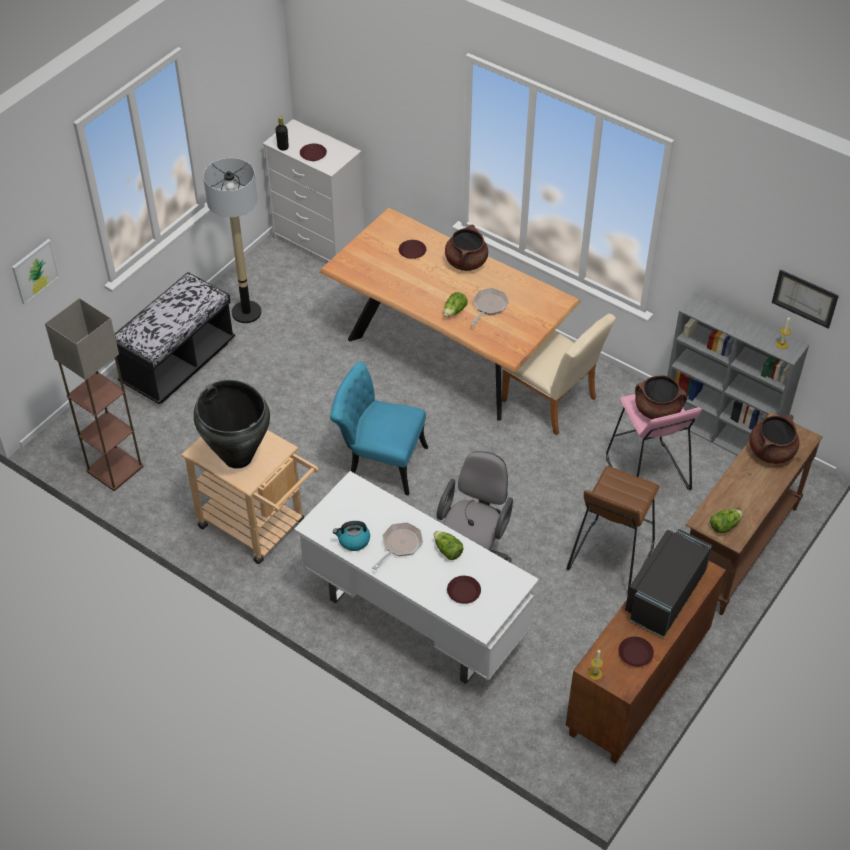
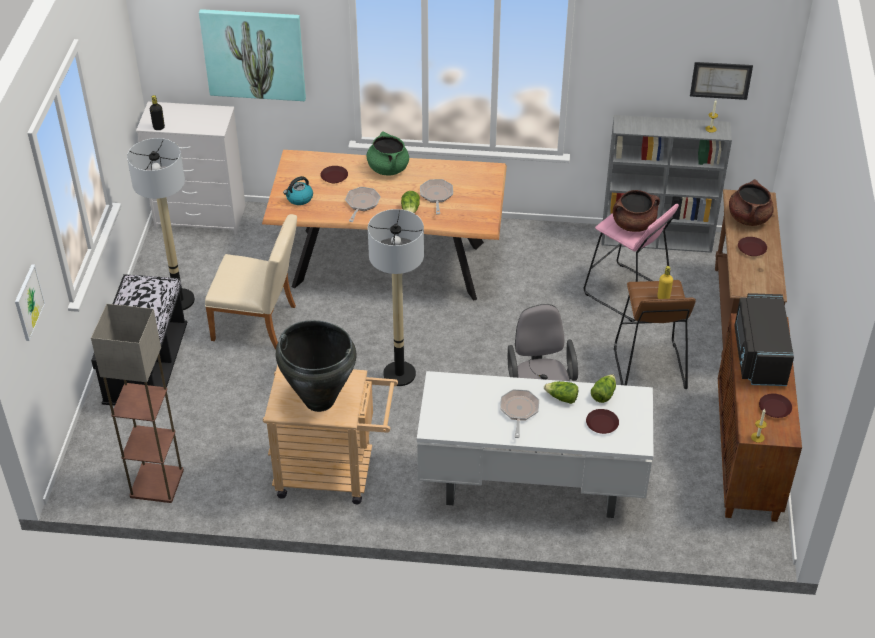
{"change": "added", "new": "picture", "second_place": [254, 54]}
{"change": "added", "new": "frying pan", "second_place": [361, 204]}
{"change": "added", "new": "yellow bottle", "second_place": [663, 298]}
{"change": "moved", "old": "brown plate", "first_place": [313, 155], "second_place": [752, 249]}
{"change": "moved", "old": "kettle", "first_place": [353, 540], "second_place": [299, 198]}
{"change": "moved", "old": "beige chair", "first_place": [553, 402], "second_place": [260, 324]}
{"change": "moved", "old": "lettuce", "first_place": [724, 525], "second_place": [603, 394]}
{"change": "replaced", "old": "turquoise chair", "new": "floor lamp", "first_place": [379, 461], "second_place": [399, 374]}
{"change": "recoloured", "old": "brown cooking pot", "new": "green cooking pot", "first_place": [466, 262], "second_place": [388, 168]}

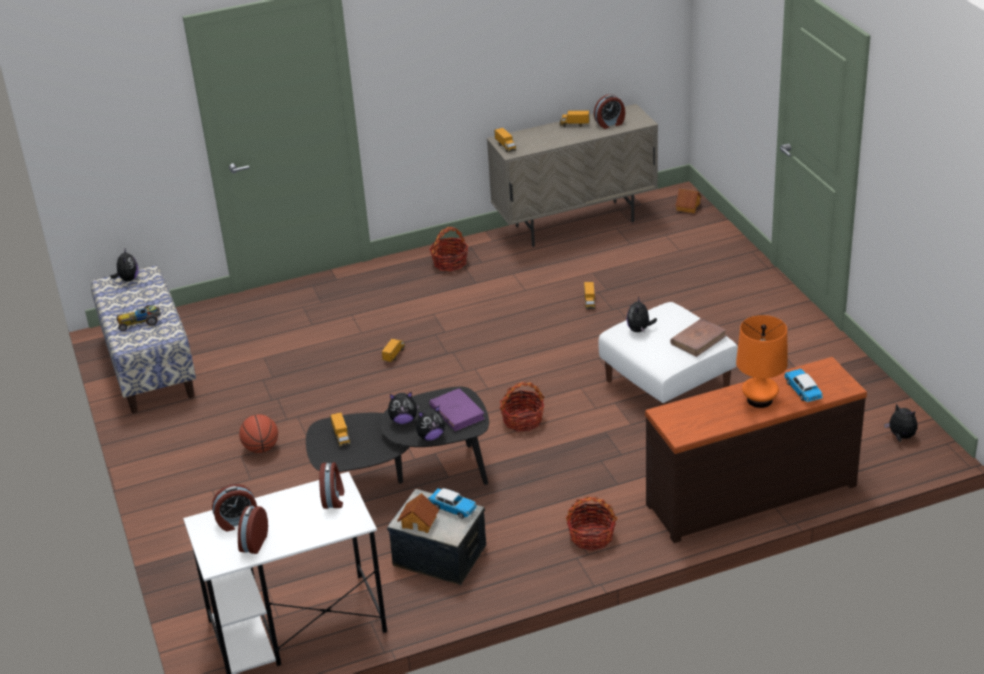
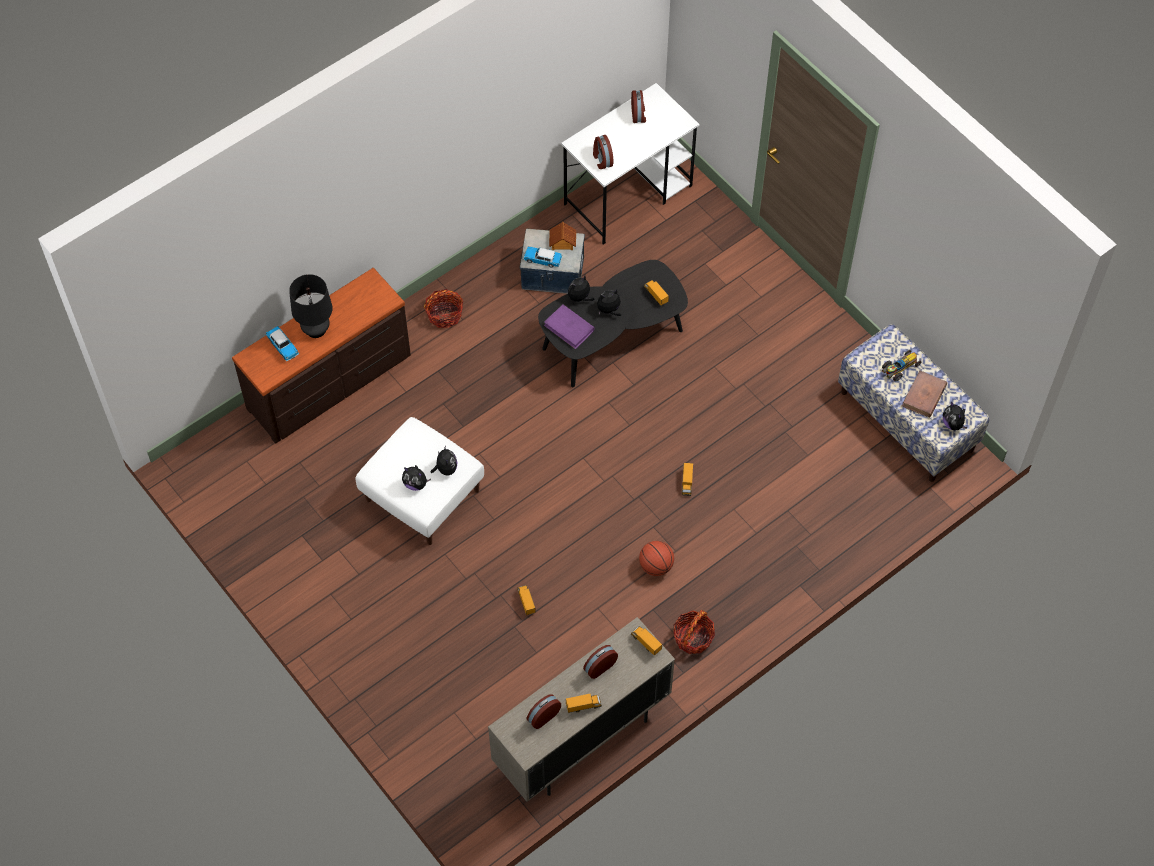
{"change": "removed", "old": "basket", "first_place": [522, 420]}
{"change": "removed", "old": "toy house", "first_place": [687, 207]}
{"change": "moved", "old": "alarm clock", "first_place": [237, 522], "second_place": [599, 666]}
{"change": "moved", "old": "basketball", "first_place": [261, 448], "second_place": [656, 566]}
{"change": "moved", "old": "brown book", "first_place": [698, 340], "second_place": [924, 396]}
{"change": "moved", "old": "plush toy", "first_place": [901, 437], "second_place": [416, 484]}
{"change": "recoloured", "old": "orange table lamp", "new": "black table lamp", "first_place": [759, 400], "second_place": [315, 329]}

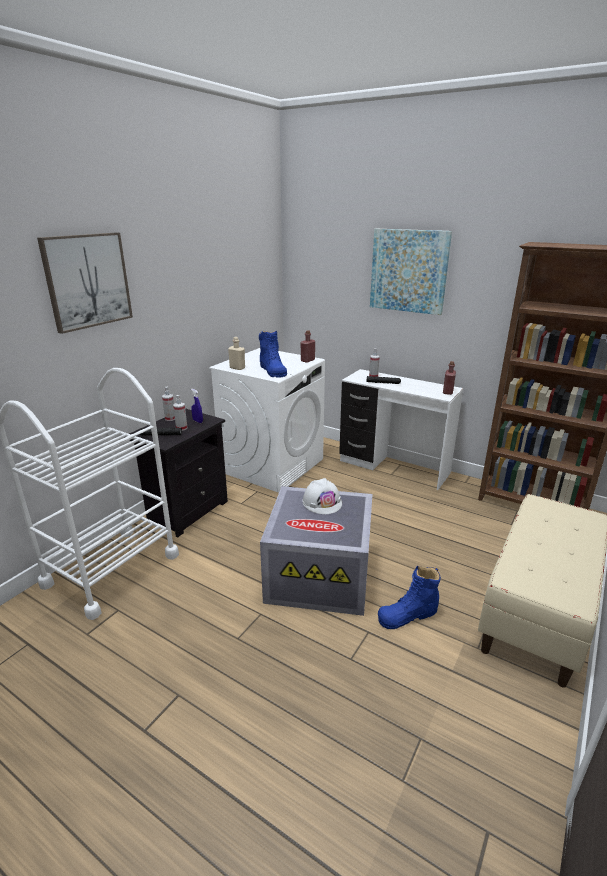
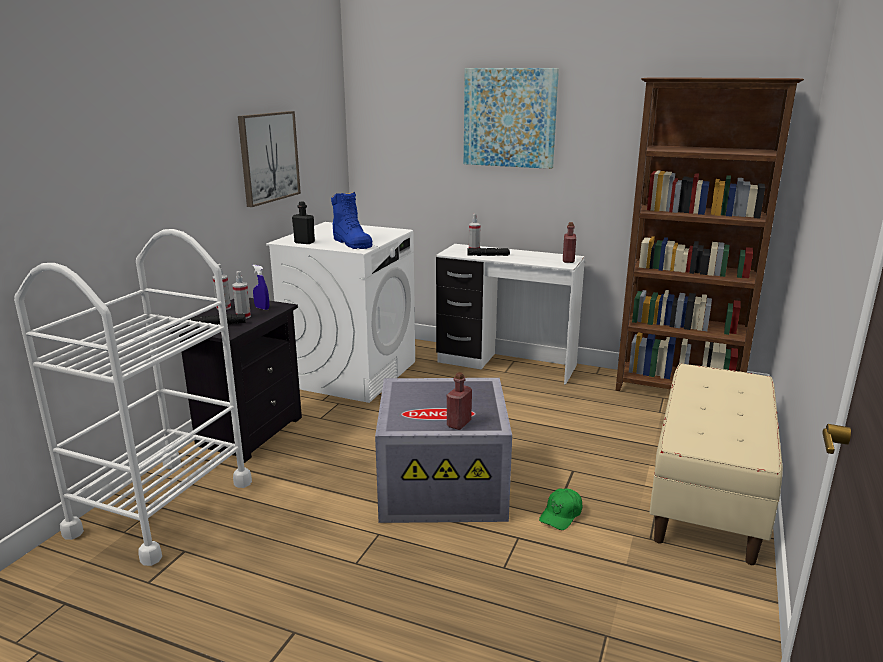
{"change": "removed", "old": "white hard hat", "first_place": [322, 502]}
{"change": "moved", "old": "picture", "first_place": [87, 281], "second_place": [268, 157]}
{"change": "moved", "old": "red bottle", "first_place": [307, 360], "second_place": [459, 423]}
{"change": "replaced", "old": "blue boot", "new": "green cap", "first_place": [408, 615], "second_place": [561, 515]}
{"change": "recoloured", "old": "beige bottle", "new": "black bottle", "first_place": [237, 368], "second_place": [304, 242]}

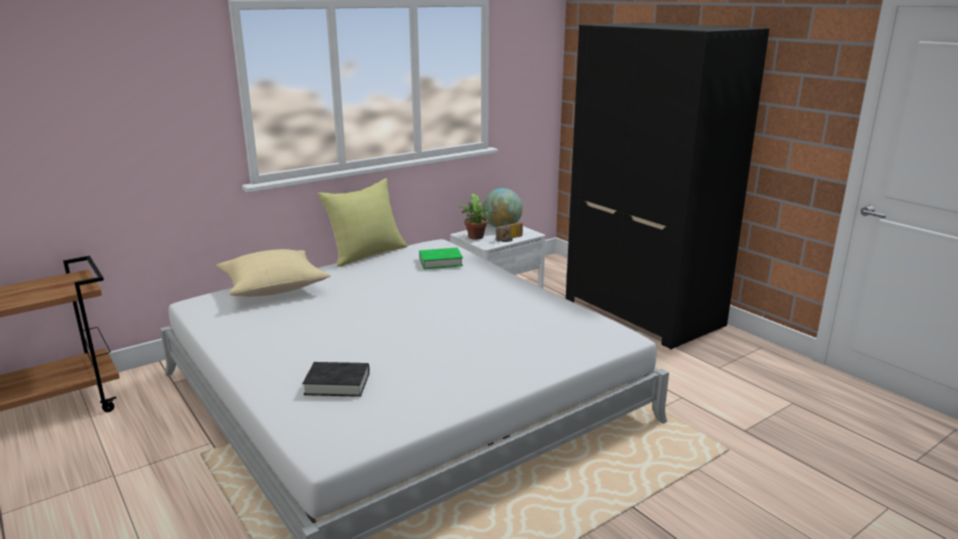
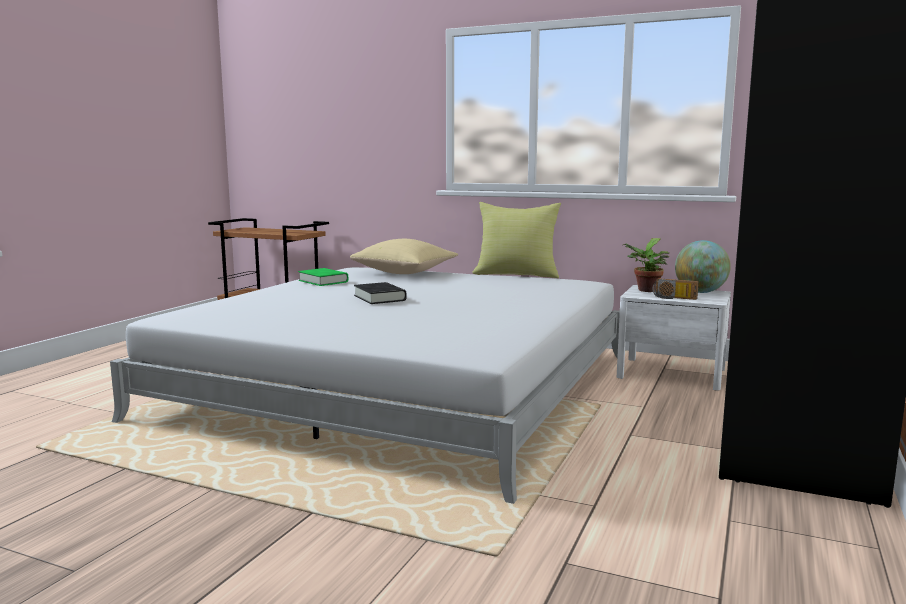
{"change": "moved", "old": "black book", "first_place": [337, 384], "second_place": [379, 298]}
{"change": "moved", "old": "green book", "first_place": [440, 262], "second_place": [323, 281]}

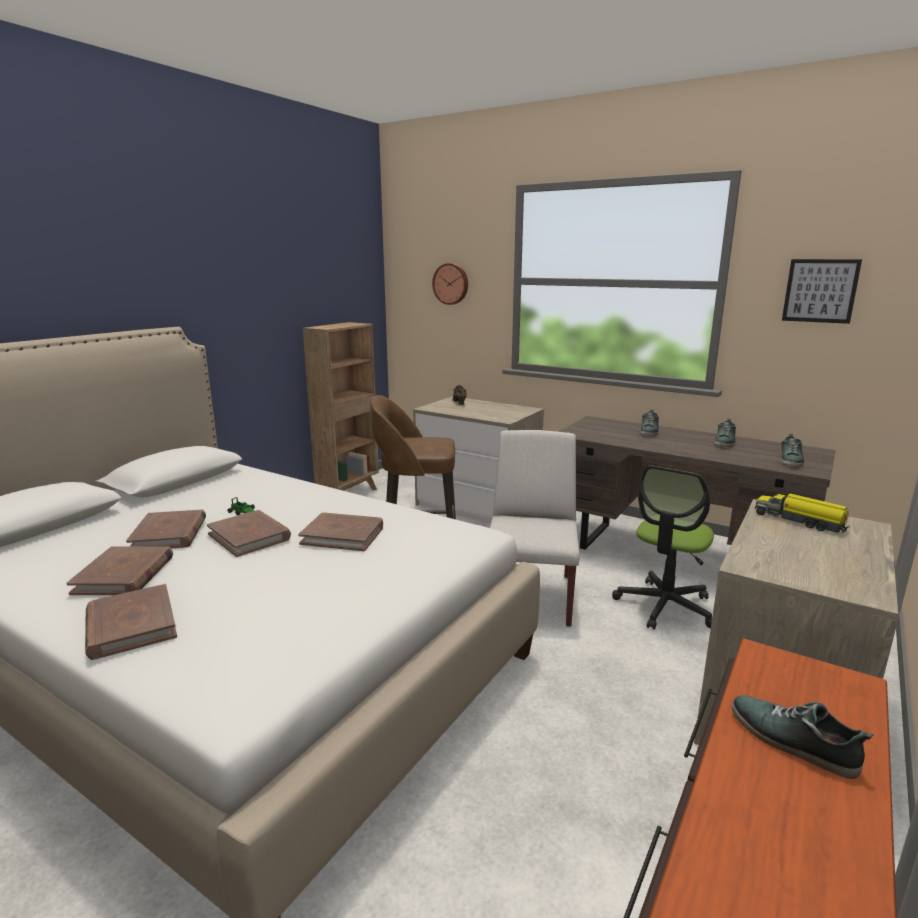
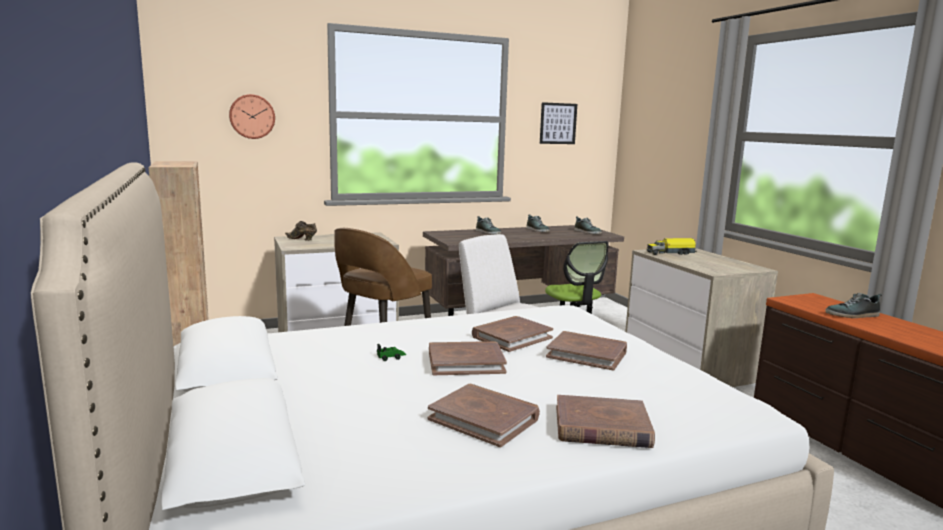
{"change": "moved", "old": "brown book", "first_place": [169, 534], "second_place": [587, 354]}

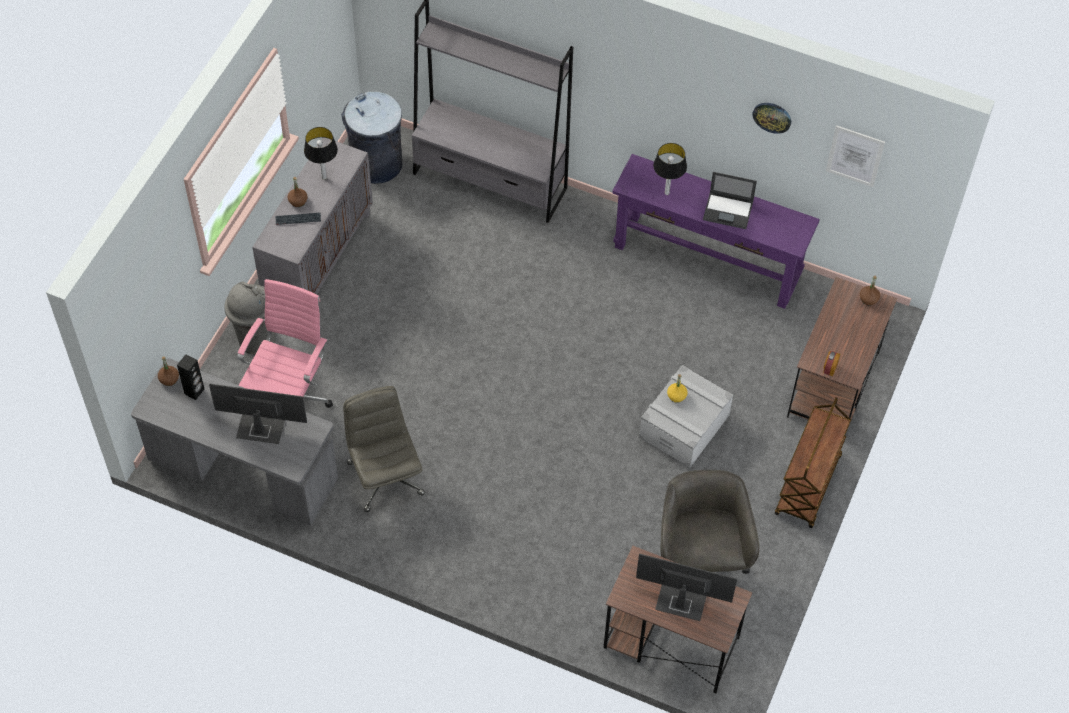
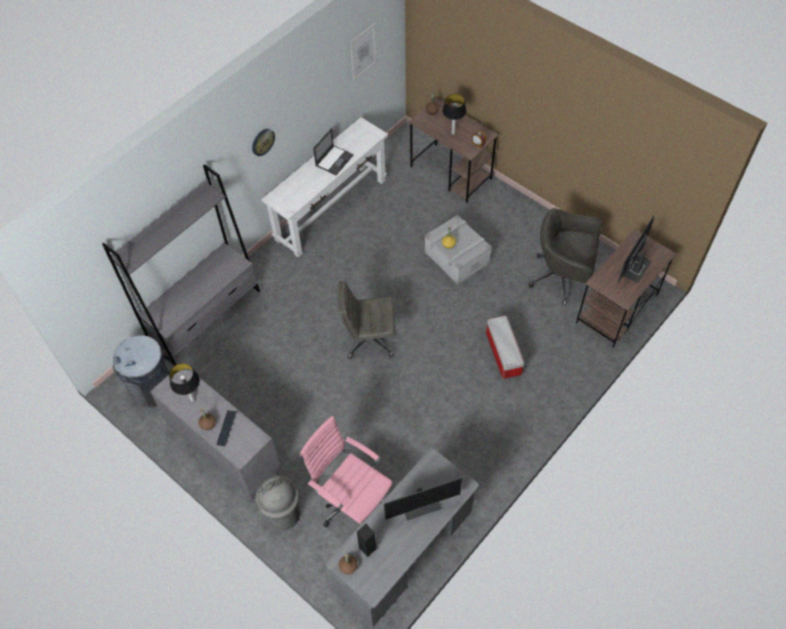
{"change": "removed", "old": "brown cart", "first_place": [808, 486]}
{"change": "added", "new": "storage box", "second_place": [502, 353]}
{"change": "moved", "old": "grey office chair", "first_place": [385, 477], "second_place": [369, 339]}
{"change": "moved", "old": "table lamp", "first_place": [667, 193], "second_place": [453, 133]}
{"change": "moved", "old": "wall clock", "first_place": [772, 117], "second_place": [262, 141]}
{"change": "recoloured", "old": "purple console table", "new": "white console table", "first_place": [707, 260], "second_place": [331, 209]}
{"change": "turned", "old": "monitor", "first_place": [259, 429], "second_place": [421, 503], "degrees": -135}

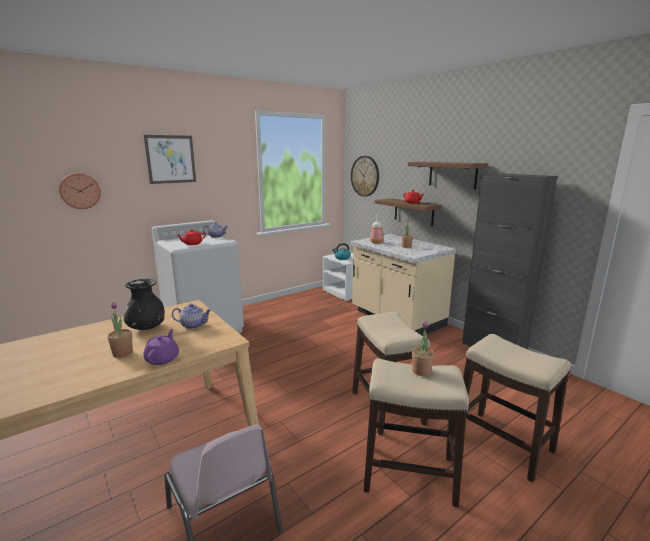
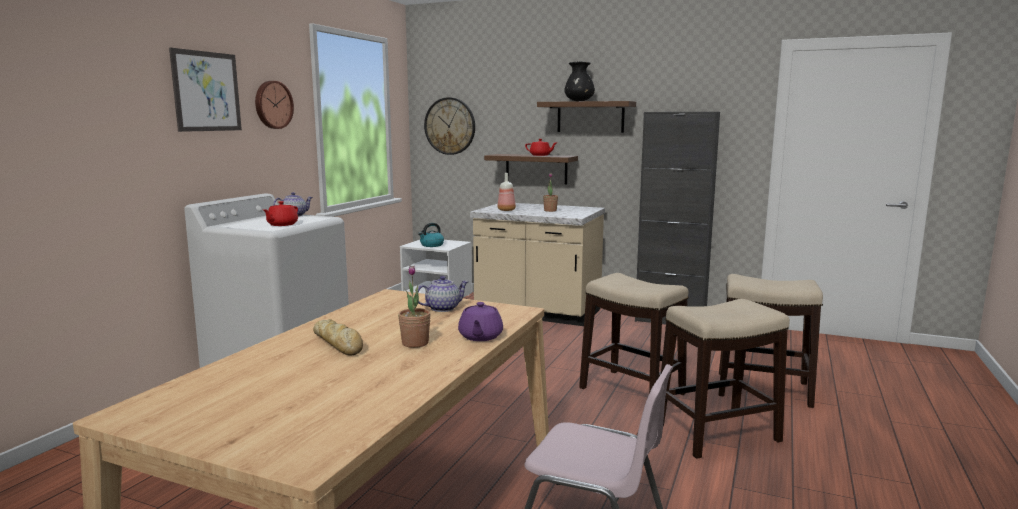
{"change": "removed", "old": "potted plant", "first_place": [421, 371]}
{"change": "added", "new": "bread", "second_place": [338, 344]}
{"change": "moved", "old": "wall clock", "first_place": [80, 191], "second_place": [272, 105]}
{"change": "moved", "old": "black vase", "first_place": [147, 328], "second_place": [579, 101]}
{"change": "turned", "old": "purple teapot", "first_place": [163, 359], "second_place": [480, 337], "degrees": -150}

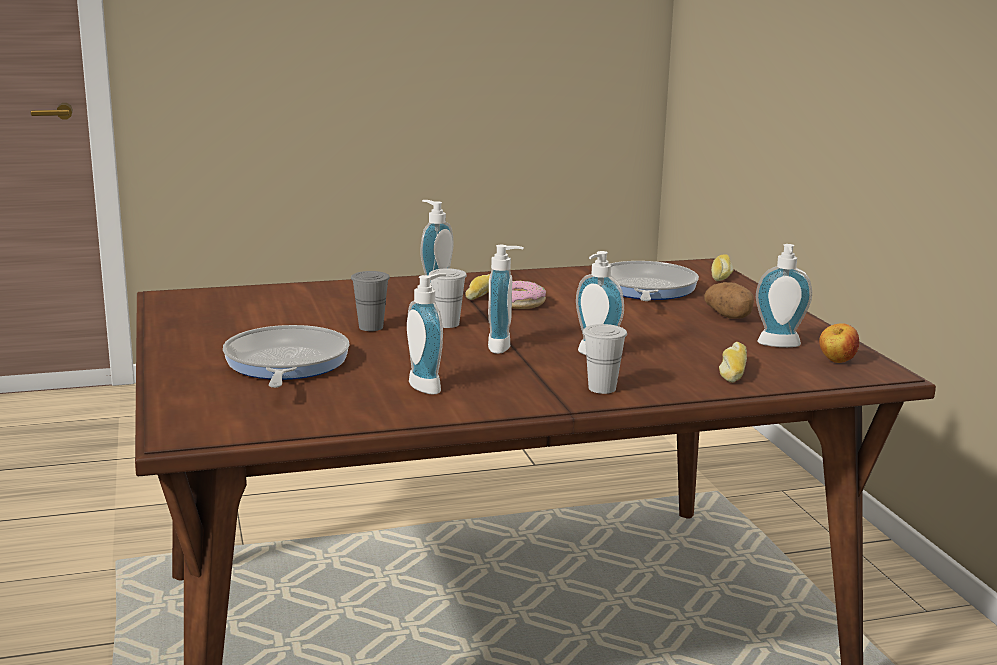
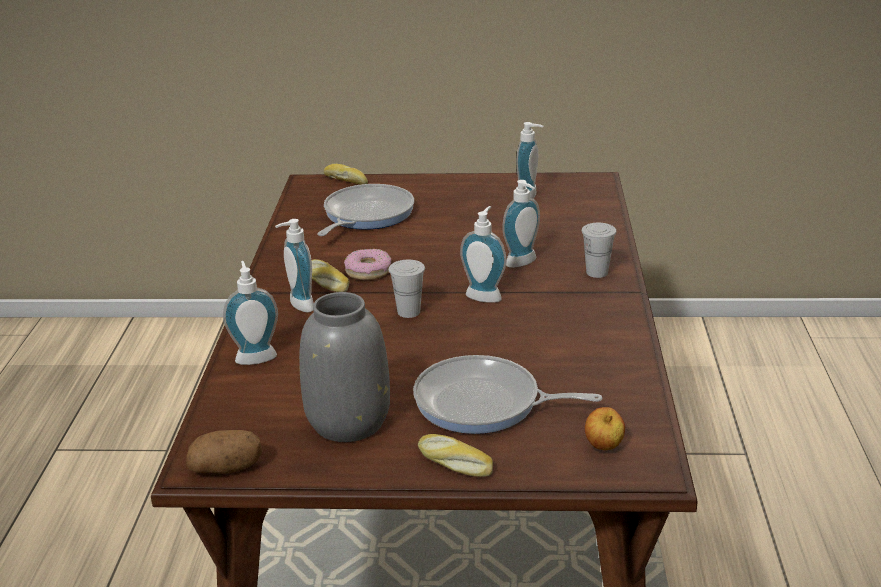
{"change": "removed", "old": "grey cup", "first_place": [371, 327]}
{"change": "added", "new": "grey vase", "second_place": [347, 422]}
{"change": "moved", "old": "soap dispenser", "first_place": [429, 386], "second_place": [255, 356]}
{"change": "moved", "old": "potato", "first_place": [730, 316], "second_place": [227, 468]}
{"change": "moved", "old": "bread", "first_place": [732, 370], "second_place": [453, 464]}
{"change": "moved", "old": "apple", "first_place": [836, 361], "second_place": [604, 447]}
{"change": "turned", "old": "frying pan", "first_place": [645, 289], "second_place": [365, 215], "degrees": 90}

